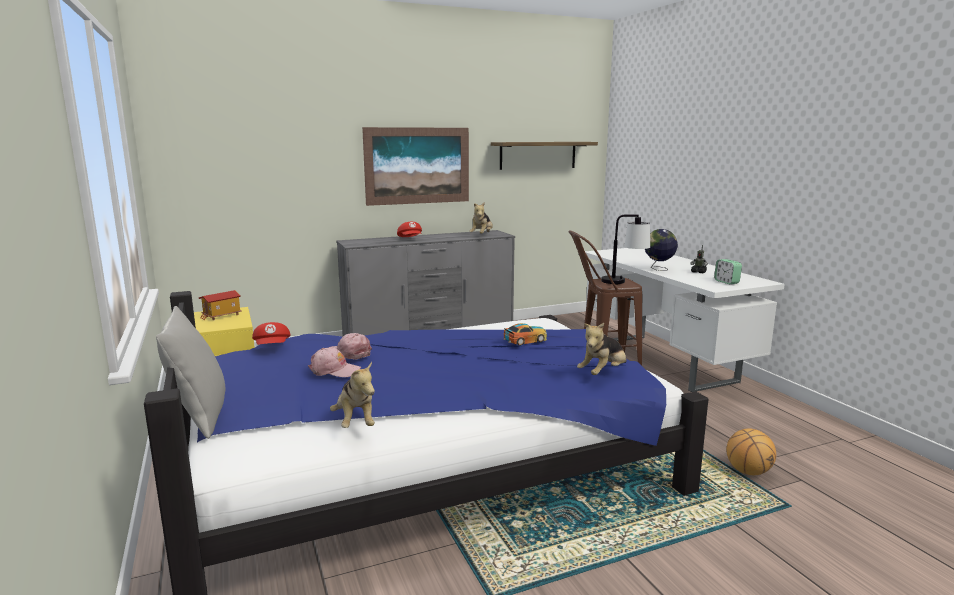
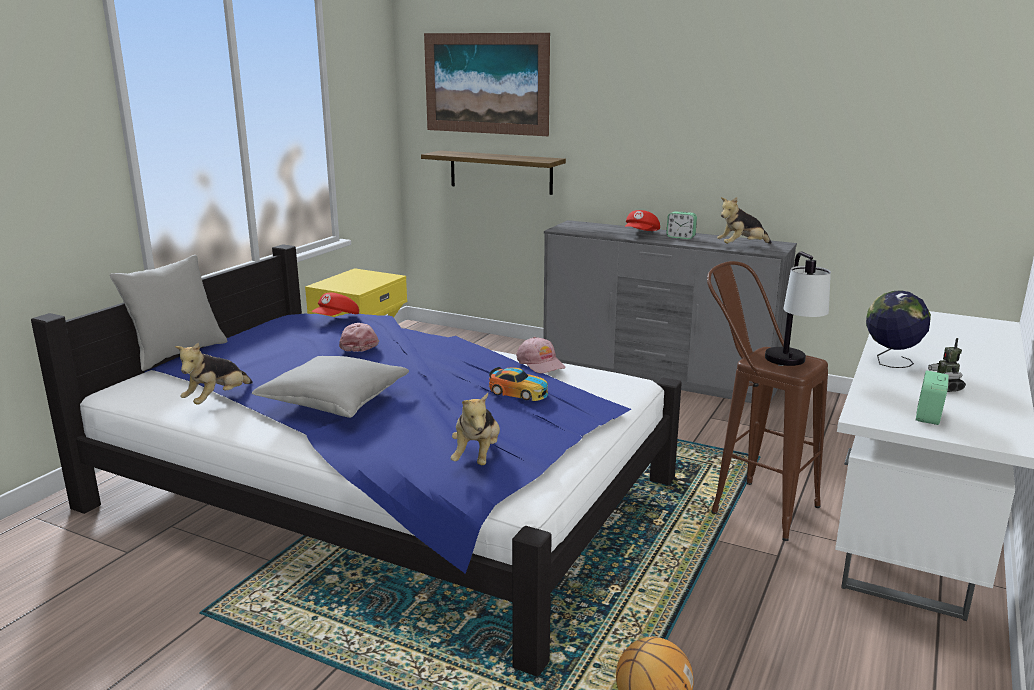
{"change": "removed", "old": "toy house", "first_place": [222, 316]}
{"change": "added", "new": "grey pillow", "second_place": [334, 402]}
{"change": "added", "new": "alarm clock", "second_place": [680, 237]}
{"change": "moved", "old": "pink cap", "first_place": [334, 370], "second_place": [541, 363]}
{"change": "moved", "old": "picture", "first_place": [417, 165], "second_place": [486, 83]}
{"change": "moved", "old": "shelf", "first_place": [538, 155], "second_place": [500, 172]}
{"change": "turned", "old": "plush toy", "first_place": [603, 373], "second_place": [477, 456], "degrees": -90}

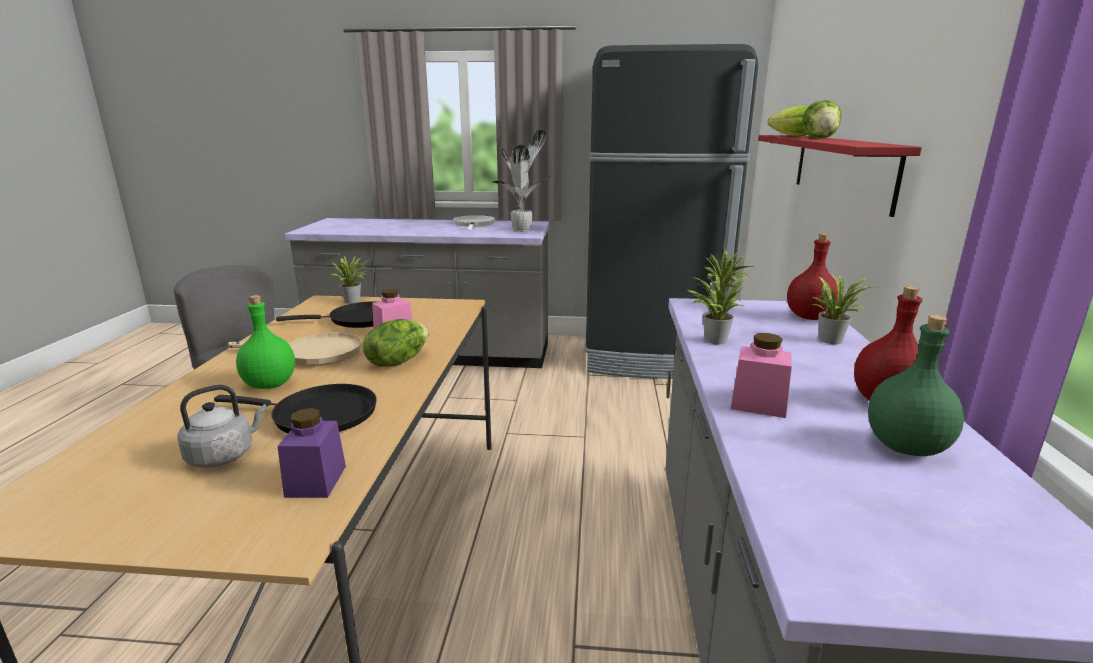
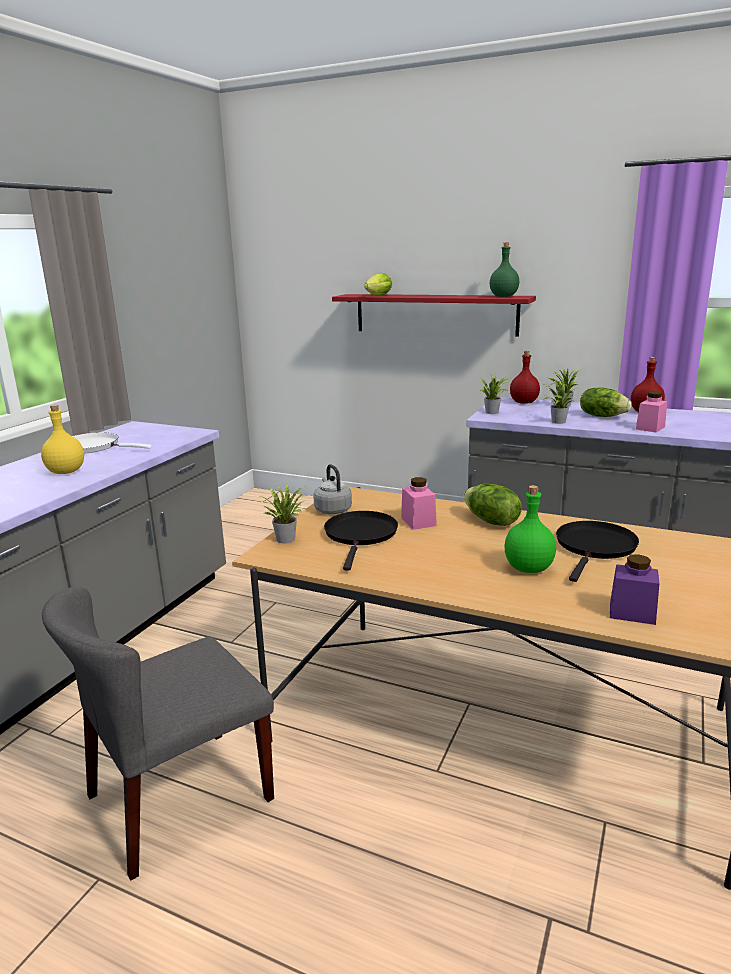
{"change": "removed", "old": "beige frying pan", "first_place": [313, 354]}
{"change": "removed", "old": "potted plant", "first_place": [523, 230]}
{"change": "removed", "old": "black fridge", "first_place": [652, 357]}
{"change": "added", "new": "yellow bottle", "second_place": [66, 472]}
{"change": "moved", "old": "grey kettle", "first_place": [224, 455], "second_place": [332, 509]}
{"change": "moved", "old": "purple jar", "first_place": [316, 481], "second_place": [632, 612]}
{"change": "moved", "old": "lettuce", "first_place": [820, 138], "second_place": [602, 416]}
{"change": "moved", "old": "green bottle", "first_place": [905, 448], "second_place": [504, 296]}

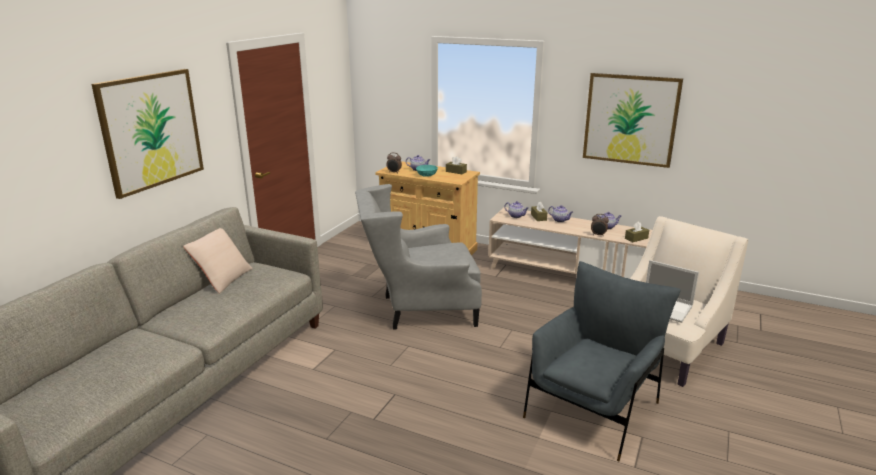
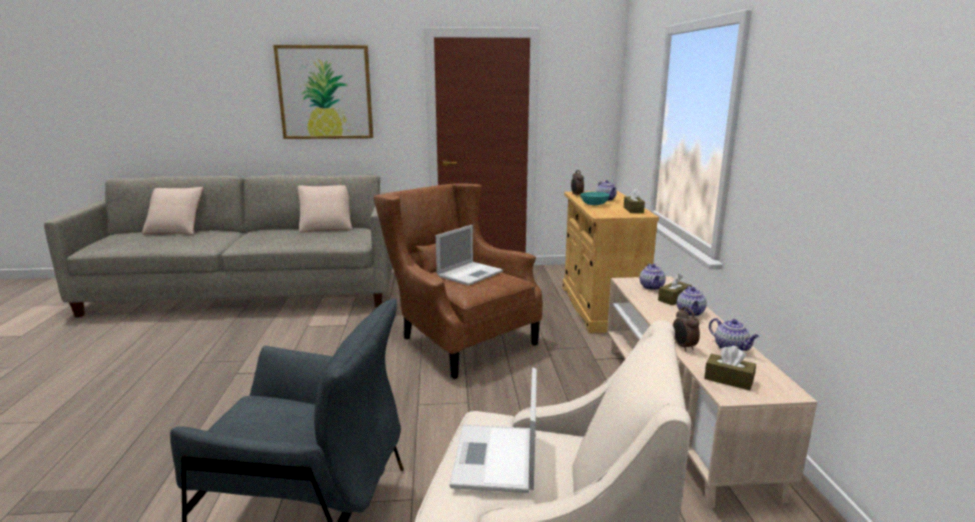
{"change": "removed", "old": "picture", "first_place": [630, 119]}
{"change": "added", "new": "beige pillow", "second_place": [176, 230]}
{"change": "added", "new": "laptop", "second_place": [470, 273]}
{"change": "recoloured", "old": "grey armchair", "new": "brown armchair", "first_place": [419, 309], "second_place": [458, 338]}

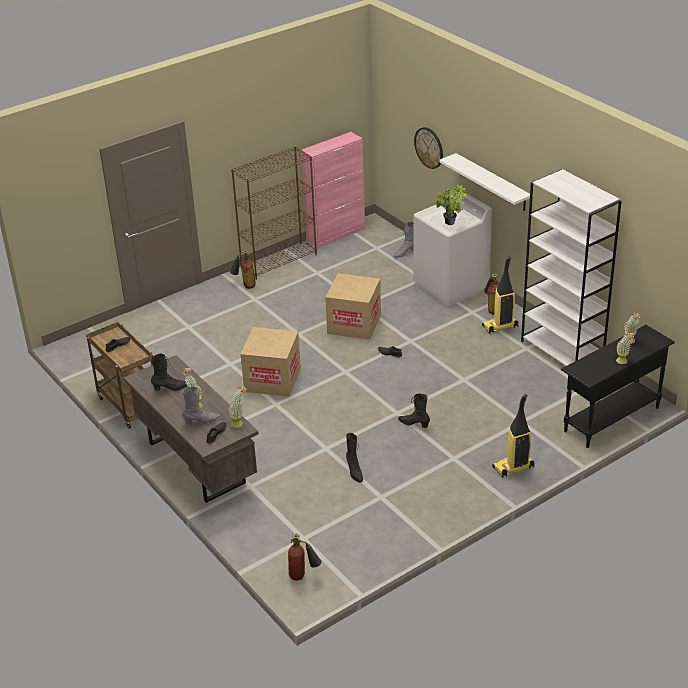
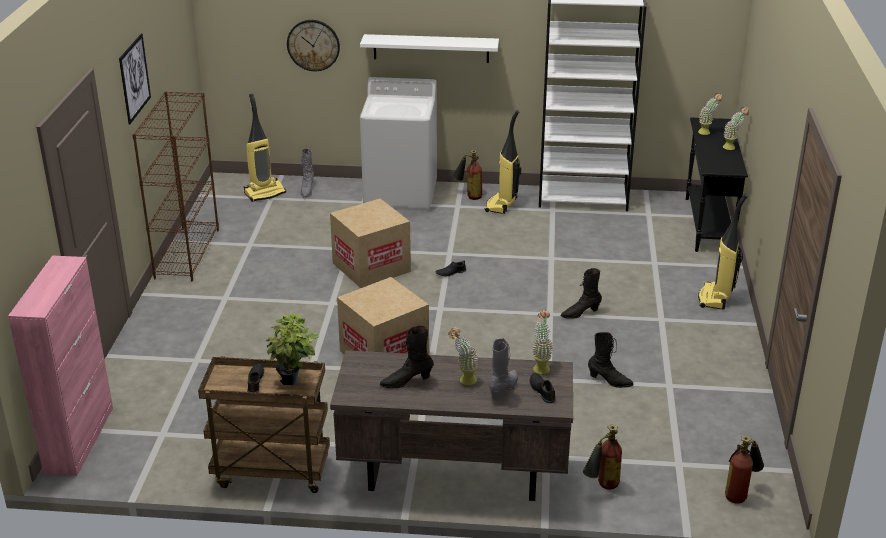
{"change": "added", "new": "picture", "second_place": [134, 78]}
{"change": "added", "new": "vacuum cleaner", "second_place": [265, 193]}
{"change": "moved", "old": "fire extinguisher", "first_place": [244, 285], "second_place": [601, 487]}
{"change": "moved", "old": "pink cabinet", "first_place": [336, 234], "second_place": [80, 439]}
{"change": "moved", "old": "potted plant", "first_place": [450, 224], "second_place": [293, 382]}
{"change": "turned", "old": "black boot", "first_place": [170, 388], "second_place": [406, 381], "degrees": -135}

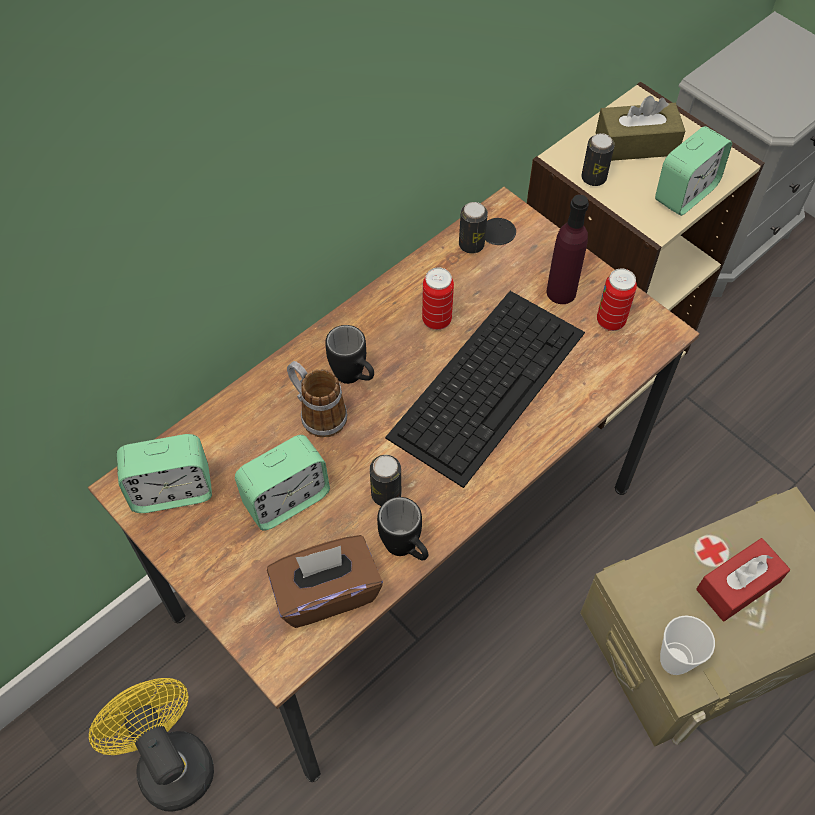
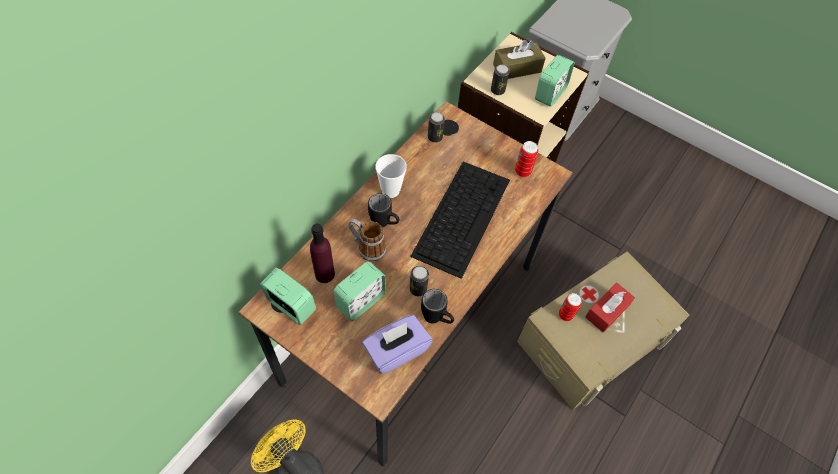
{"change": "moved", "old": "can", "first_place": [436, 320], "second_place": [565, 315]}
{"change": "moved", "old": "purple bottle", "first_place": [561, 292], "second_place": [324, 274]}
{"change": "moved", "old": "cup", "first_place": [674, 661], "second_place": [390, 190]}
{"change": "recoloured", "old": "brown tissue box", "new": "purple tissue box", "first_place": [326, 592], "second_place": [396, 351]}
{"change": "turned", "old": "alarm clock", "first_place": [172, 491], "second_place": [291, 306], "degrees": -120}

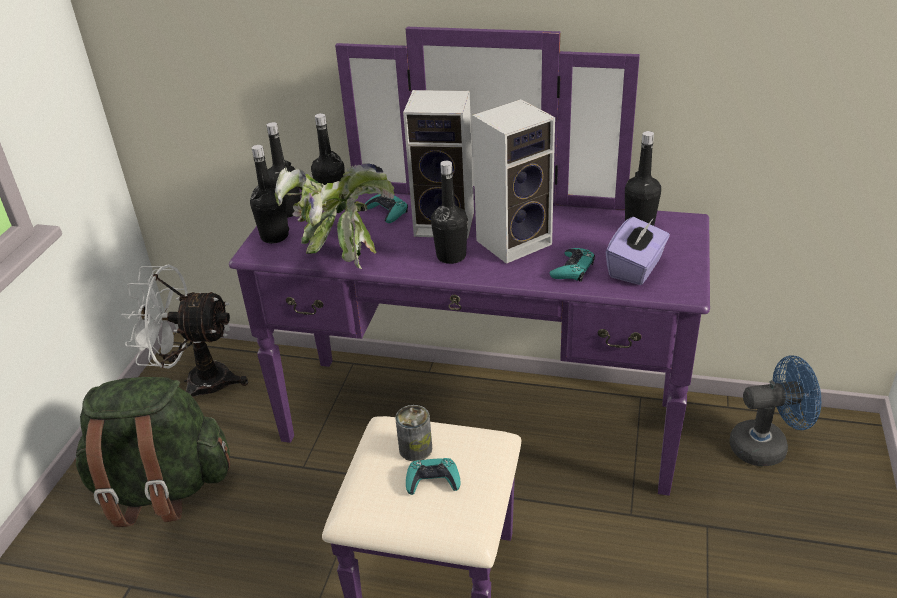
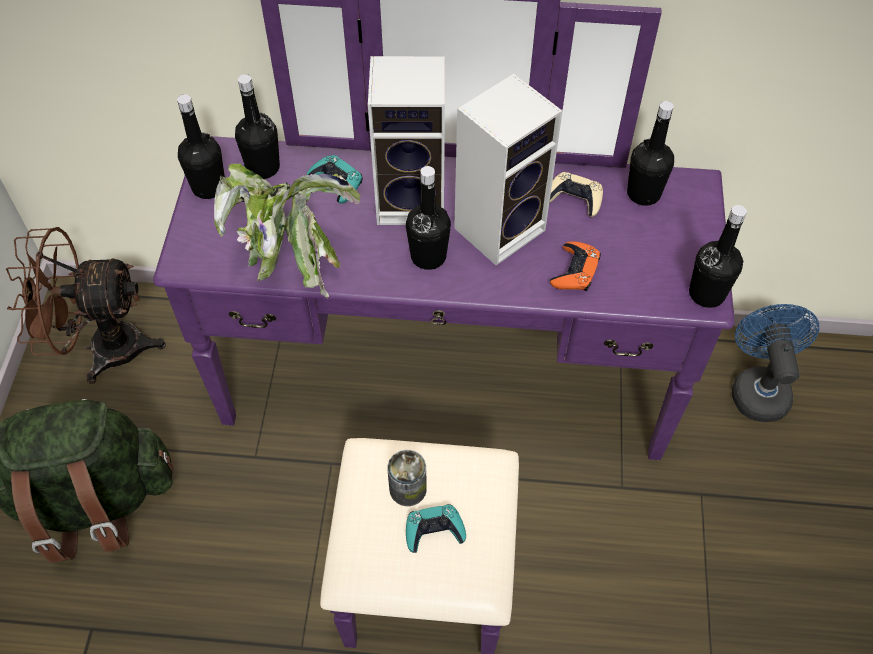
{"change": "removed", "old": "purple tissue box", "first_place": [636, 268]}
{"change": "added", "new": "beige game controller", "second_place": [574, 198]}
{"change": "moved", "old": "black bottle", "first_place": [274, 236], "second_place": [706, 294]}
{"change": "recoloured", "old": "white fan", "new": "brown fan", "first_place": [197, 382], "second_place": [103, 348]}
{"change": "recoloured", "old": "turquoise game controller", "new": "orange game controller", "first_place": [572, 269], "second_place": [575, 271]}
{"change": "turned", "old": "blue fan", "first_place": [767, 445], "second_place": [758, 387], "degrees": -75}

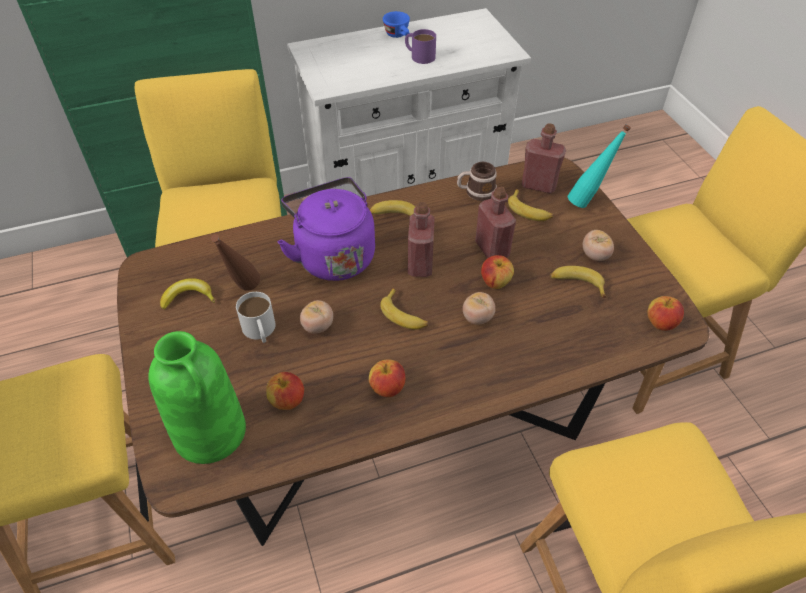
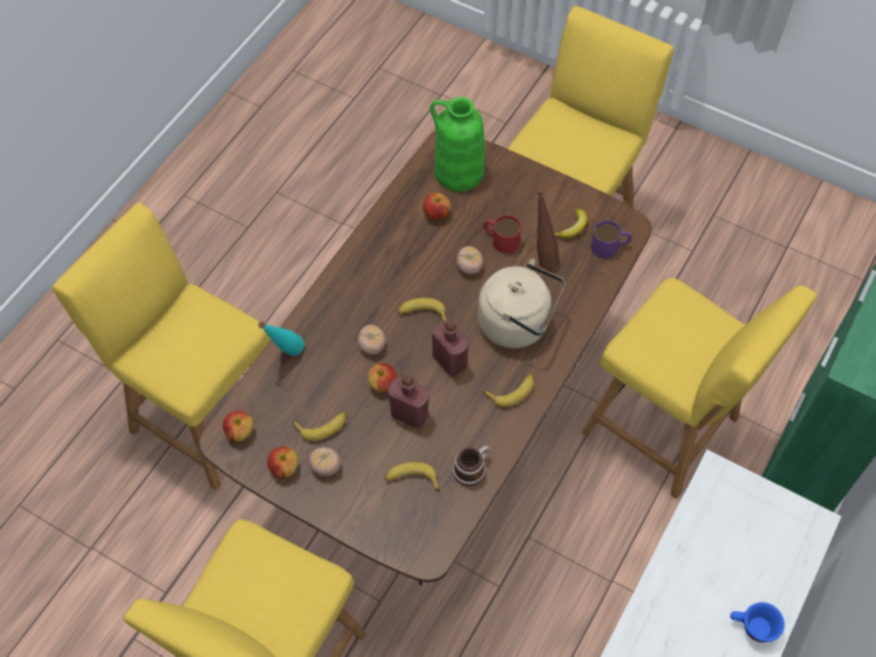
{"change": "removed", "old": "red bottle", "first_place": [538, 185]}
{"change": "moved", "old": "apple", "first_place": [387, 388], "second_place": [284, 468]}
{"change": "moved", "old": "purple mug", "first_place": [419, 55], "second_place": [610, 247]}
{"change": "moved", "old": "turquoise bottle", "first_place": [588, 201], "second_place": [285, 356]}
{"change": "recoloured", "old": "white mug", "new": "red mug", "first_place": [260, 331], "second_place": [500, 239]}
{"change": "recoloured", "old": "purple kettle", "new": "beige kettle", "first_place": [333, 255], "second_place": [518, 324]}

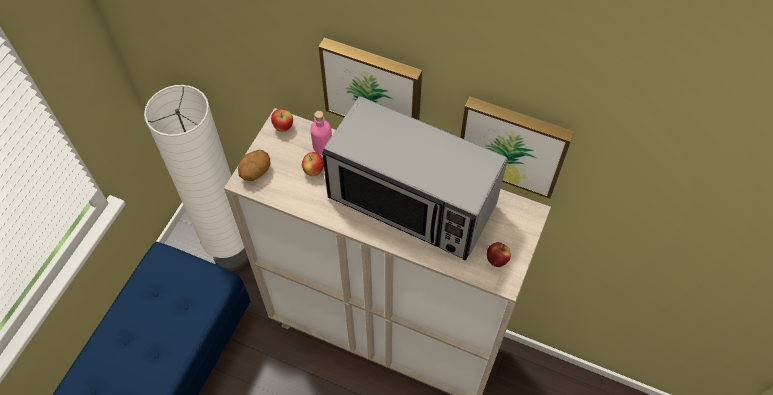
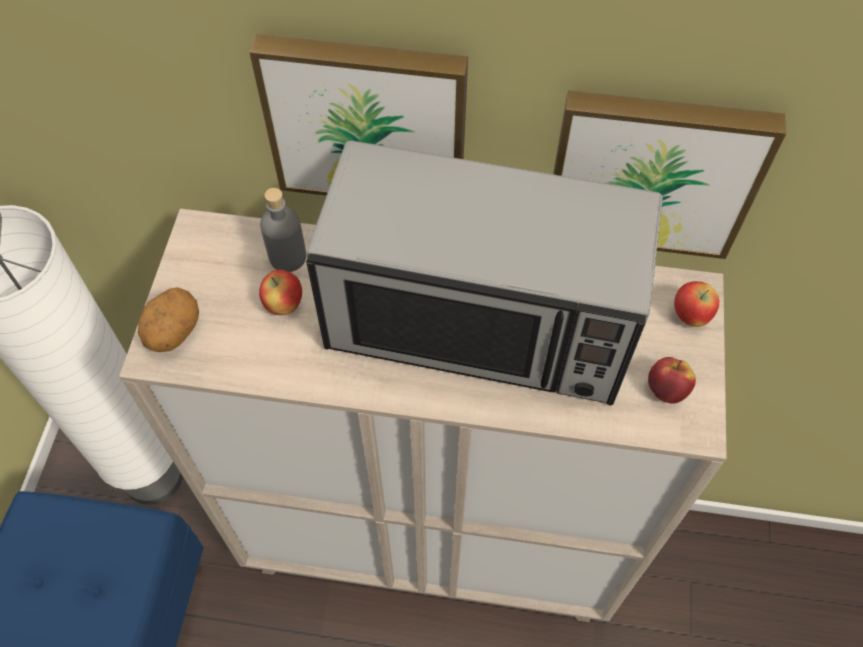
{"change": "moved", "old": "apple", "first_place": [283, 127], "second_place": [690, 316]}
{"change": "recoloured", "old": "pink bottle", "new": "grey bottle", "first_place": [322, 146], "second_place": [288, 257]}

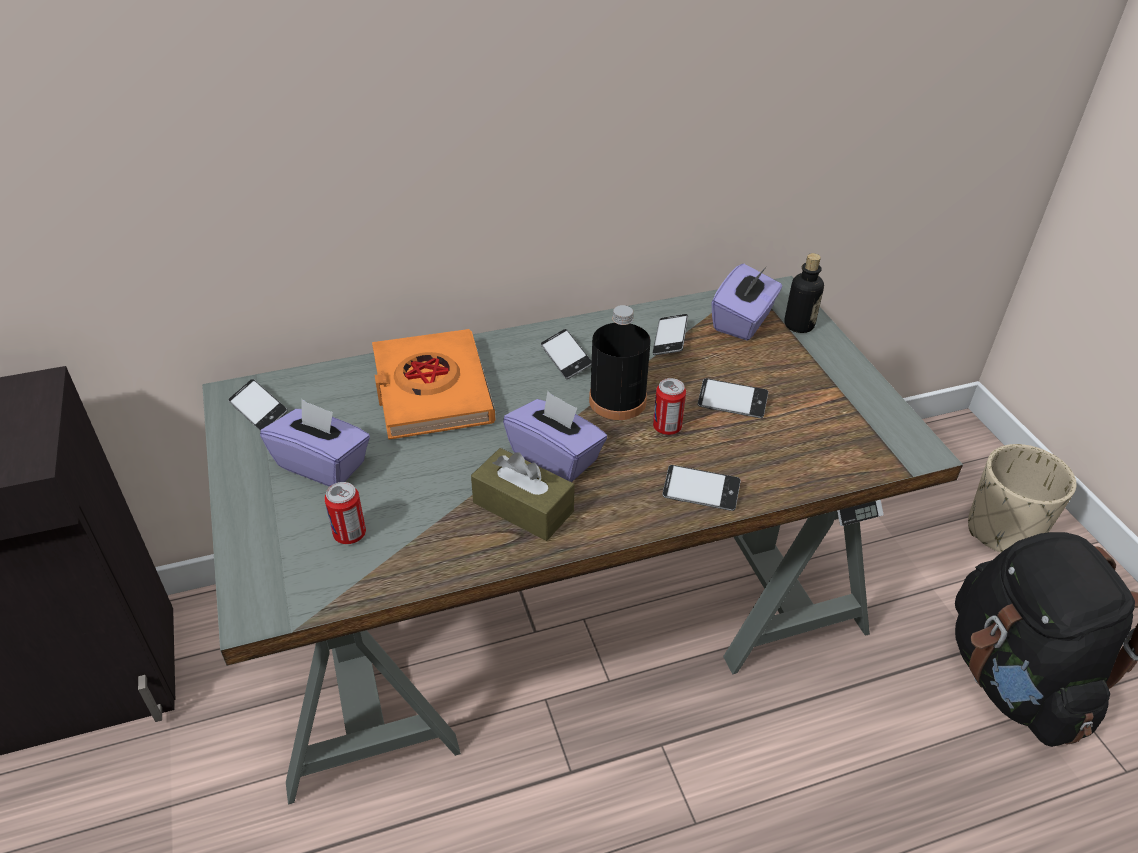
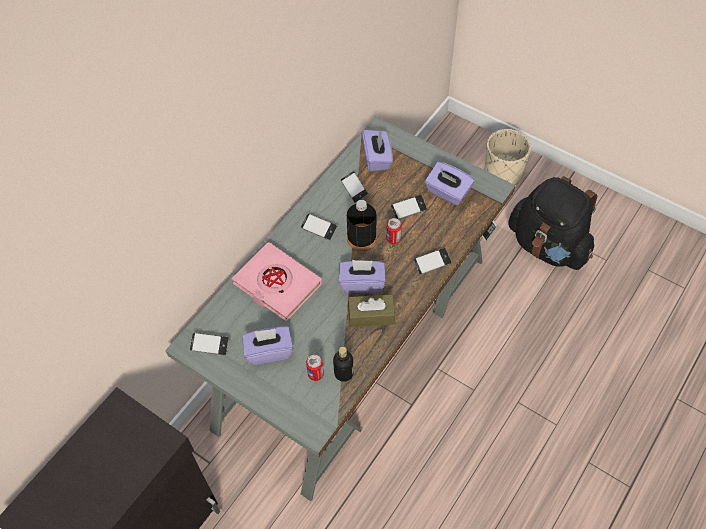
{"change": "added", "new": "purple tissue box", "second_place": [447, 192]}
{"change": "moved", "old": "bottle", "first_place": [799, 325], "second_place": [344, 373]}
{"change": "recoloured", "old": "orange book", "new": "pink book", "first_place": [431, 391], "second_place": [277, 284]}

